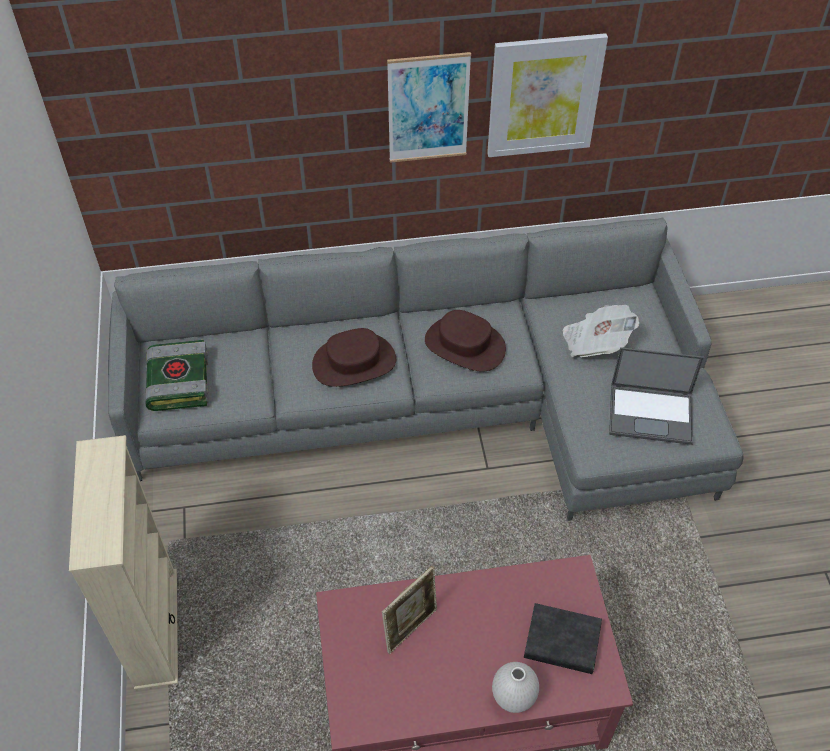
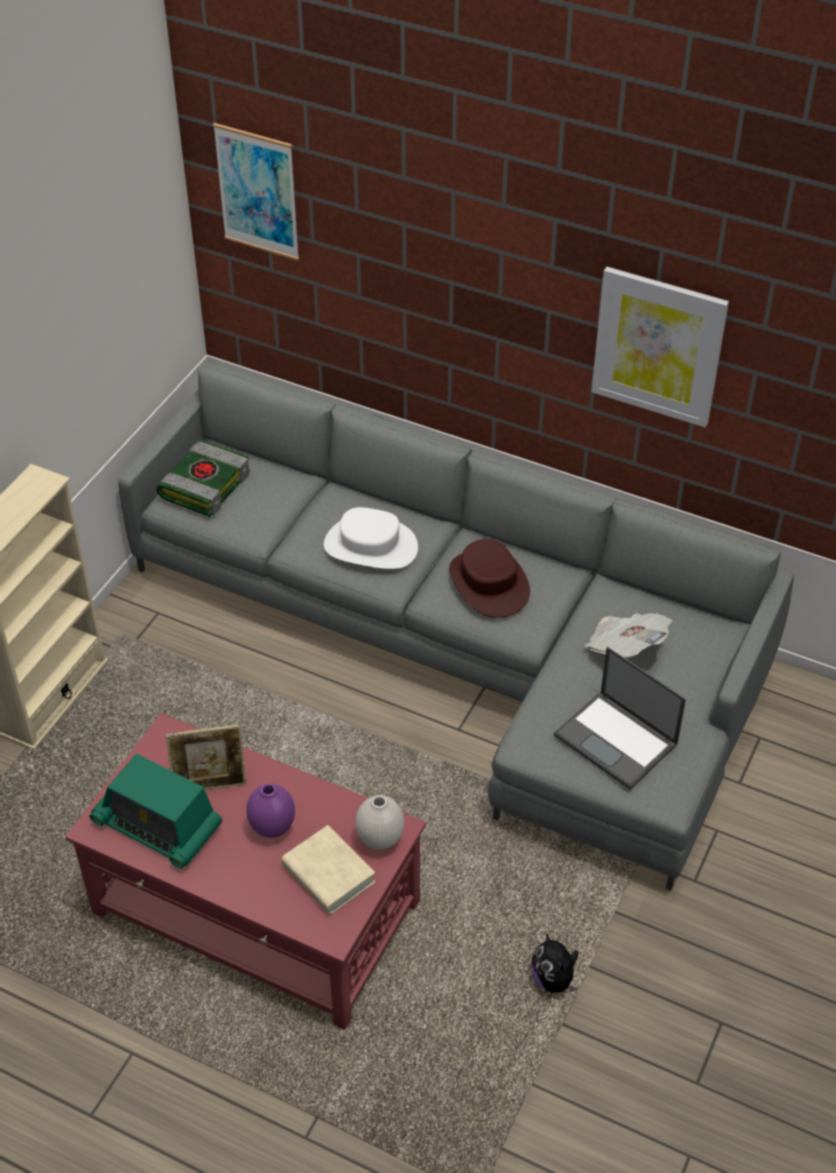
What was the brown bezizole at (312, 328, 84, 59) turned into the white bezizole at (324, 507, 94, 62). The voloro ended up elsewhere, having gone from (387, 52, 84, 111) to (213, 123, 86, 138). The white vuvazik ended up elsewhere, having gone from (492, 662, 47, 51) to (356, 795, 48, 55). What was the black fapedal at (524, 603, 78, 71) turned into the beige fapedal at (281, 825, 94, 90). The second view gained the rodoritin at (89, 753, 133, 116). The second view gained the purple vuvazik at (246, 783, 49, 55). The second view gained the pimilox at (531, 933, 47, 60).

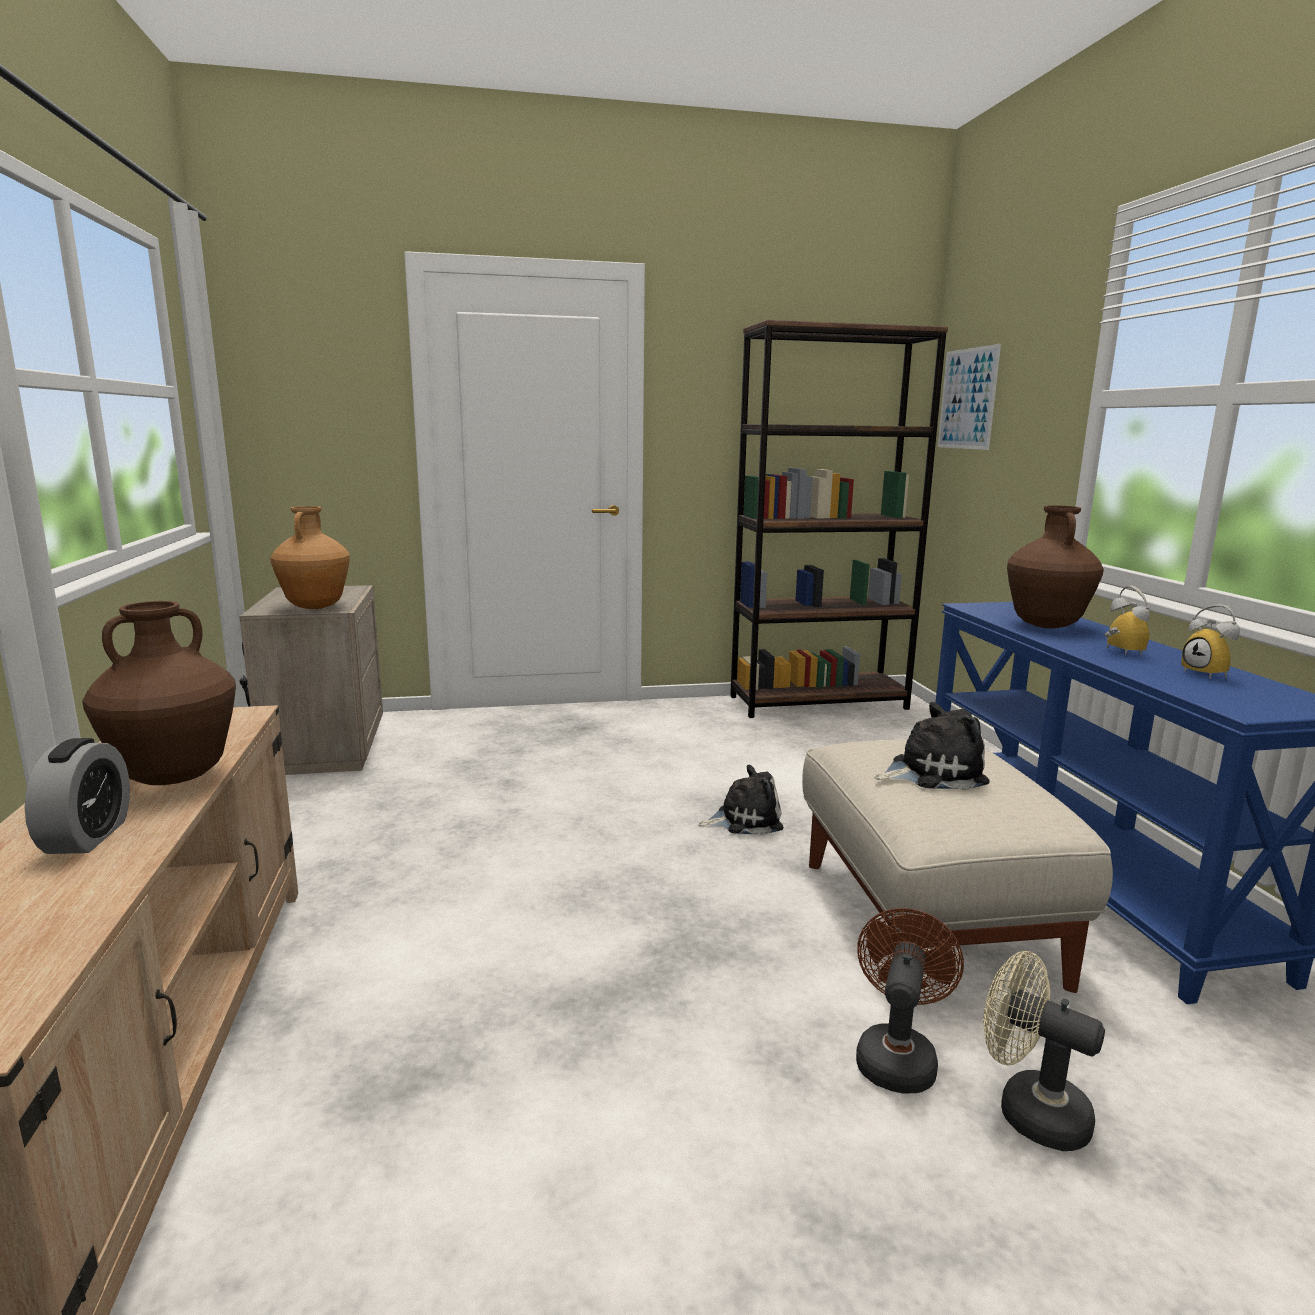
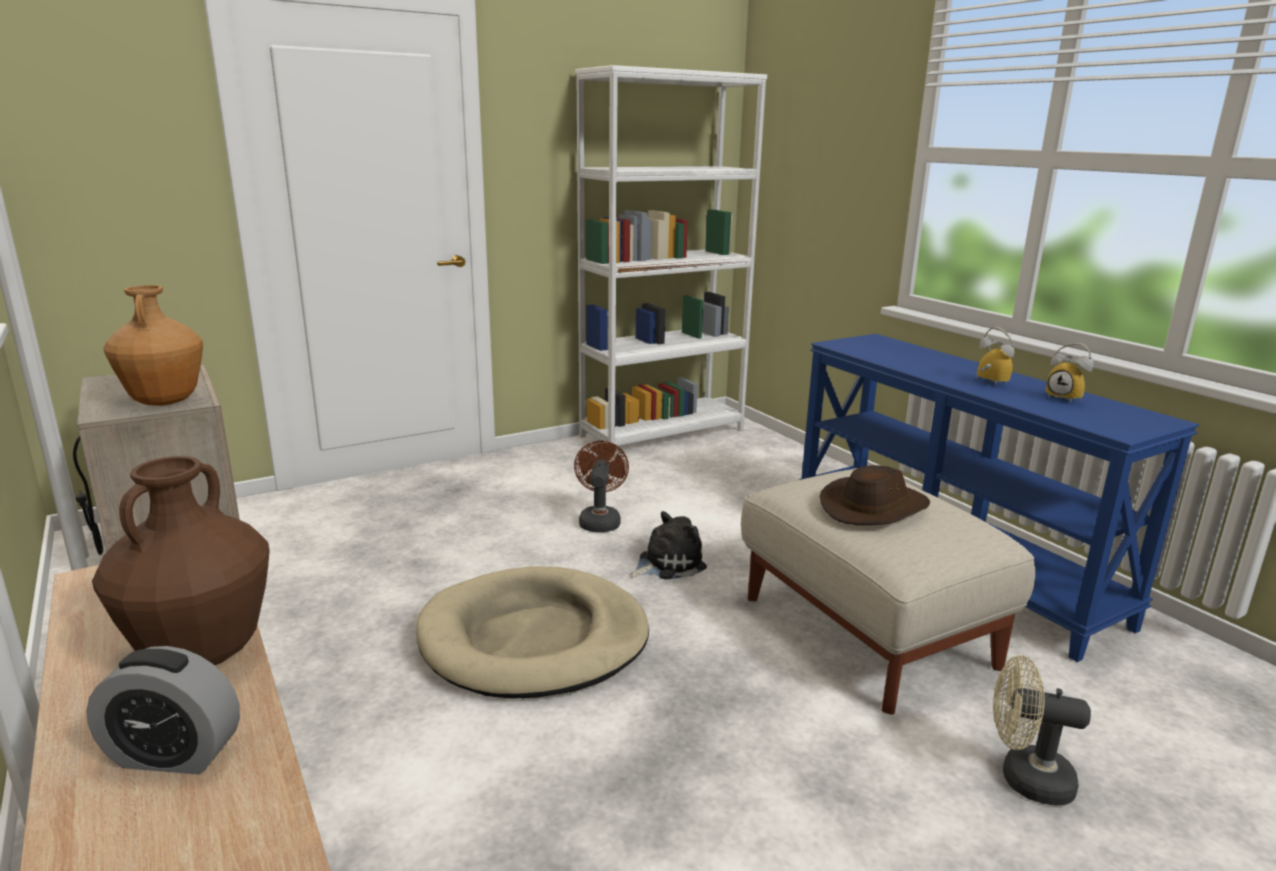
The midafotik at (25, 738, 105, 116) ended up facing another way, 120 degrees clockwise from before. What was the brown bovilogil at (730, 320, 218, 398) turned into the white bovilogil at (575, 65, 192, 392). The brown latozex ended up elsewhere, having gone from (856, 908, 108, 186) to (574, 441, 55, 91). Where the pimilox stood at (874, 702, 115, 88), the brown bezizole came to stand at (820, 465, 110, 60). The second view lost the voloro at (938, 344, 63, 106). The second view lost the brown vuvazik at (1007, 505, 97, 123). The second view gained the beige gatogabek at (416, 566, 233, 133).

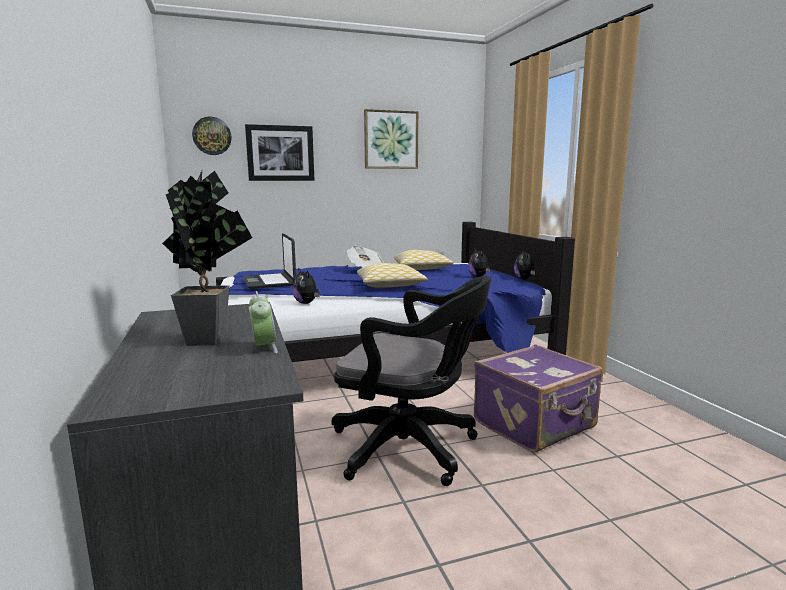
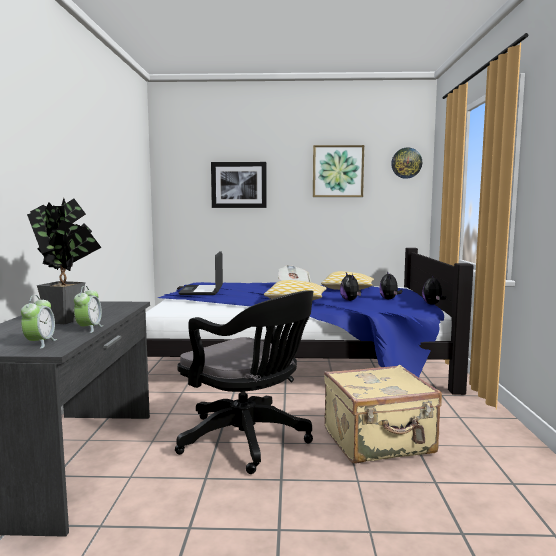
The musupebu ended up elsewhere, having gone from (192, 116, 39, 39) to (391, 148, 31, 31). The pimilox ended up elsewhere, having gone from (292, 268, 28, 36) to (340, 273, 21, 28). What was the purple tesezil at (474, 344, 129, 108) turned into the beige tesezil at (324, 365, 118, 99). The second view gained the midafotik at (21, 295, 36, 54).

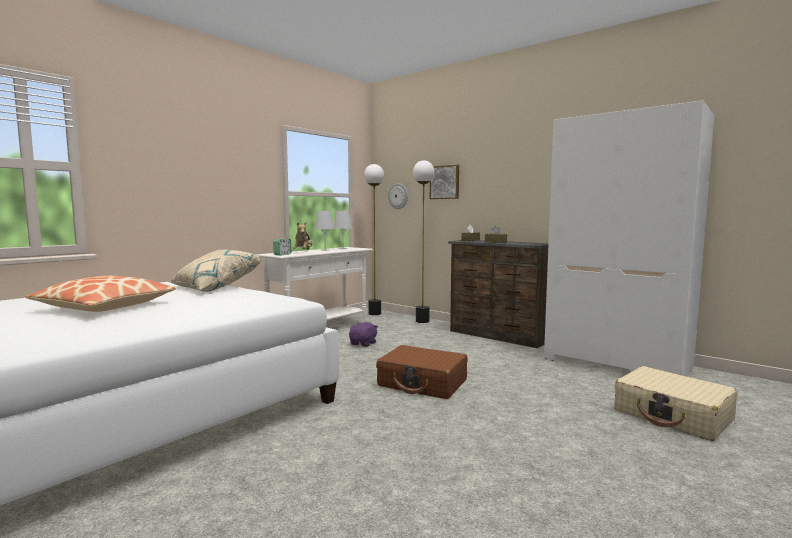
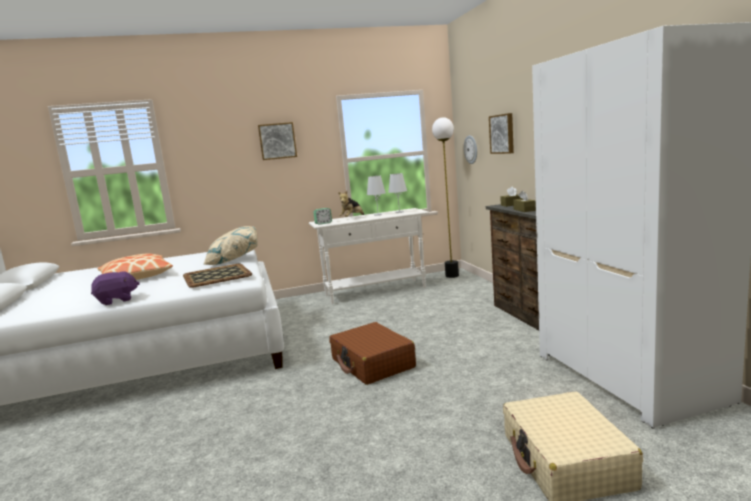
The purple pimilox ended up elsewhere, having gone from (349, 322, 29, 25) to (91, 271, 49, 34). The second view lost the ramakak at (413, 160, 21, 163). The second view gained the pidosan at (183, 264, 69, 24). The second view gained the voloro at (258, 122, 39, 38).

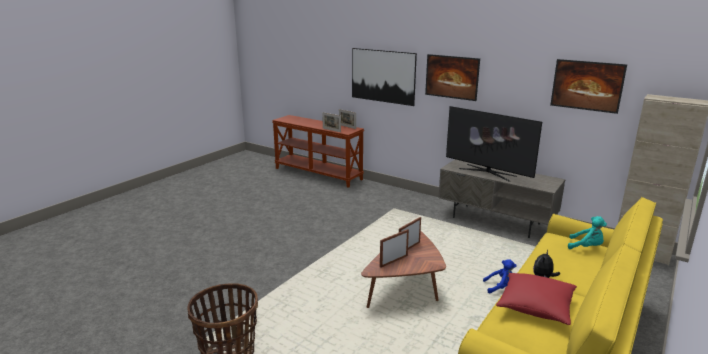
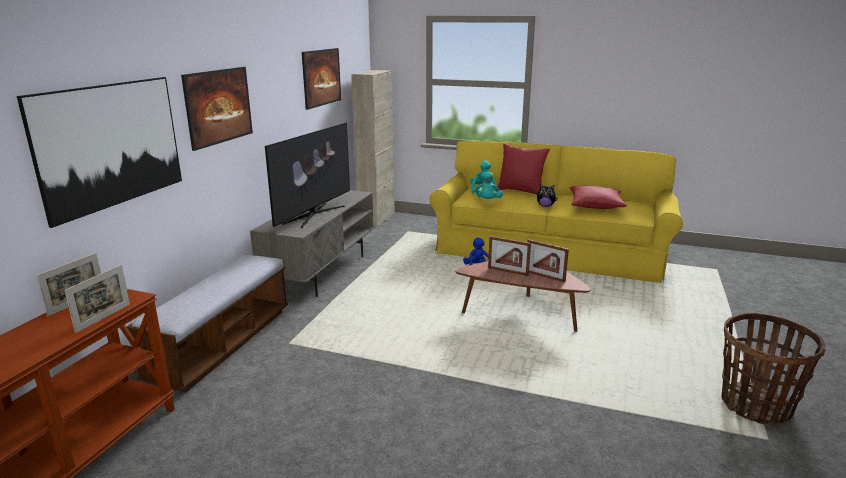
The second view gained the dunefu at (127, 255, 161, 138). The second view gained the turquoise pimilox at (475, 172, 28, 27). The second view gained the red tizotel at (498, 144, 52, 50).

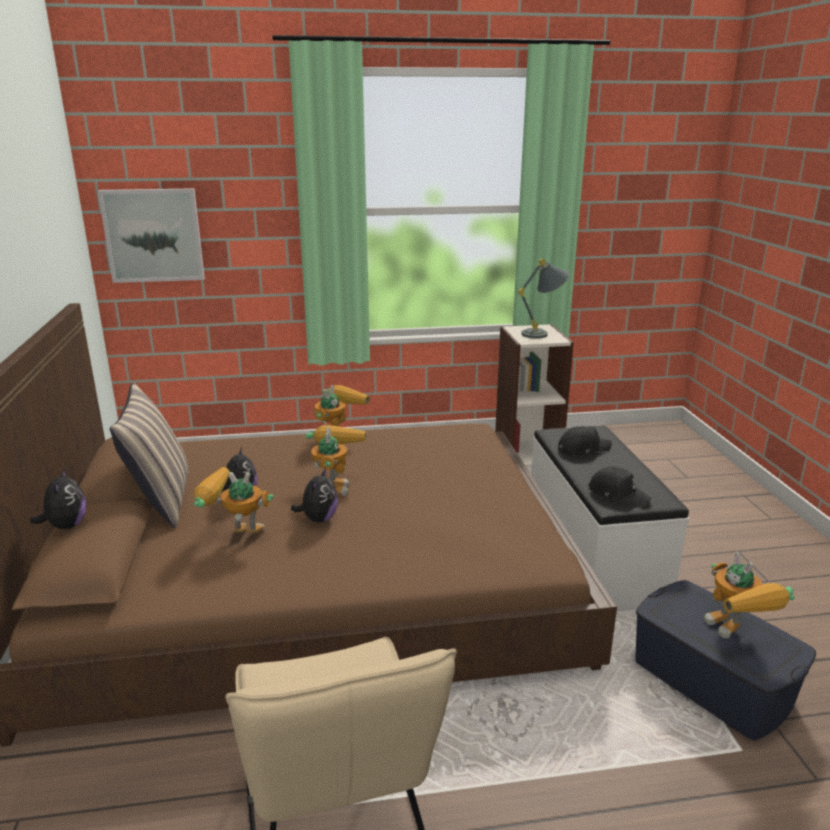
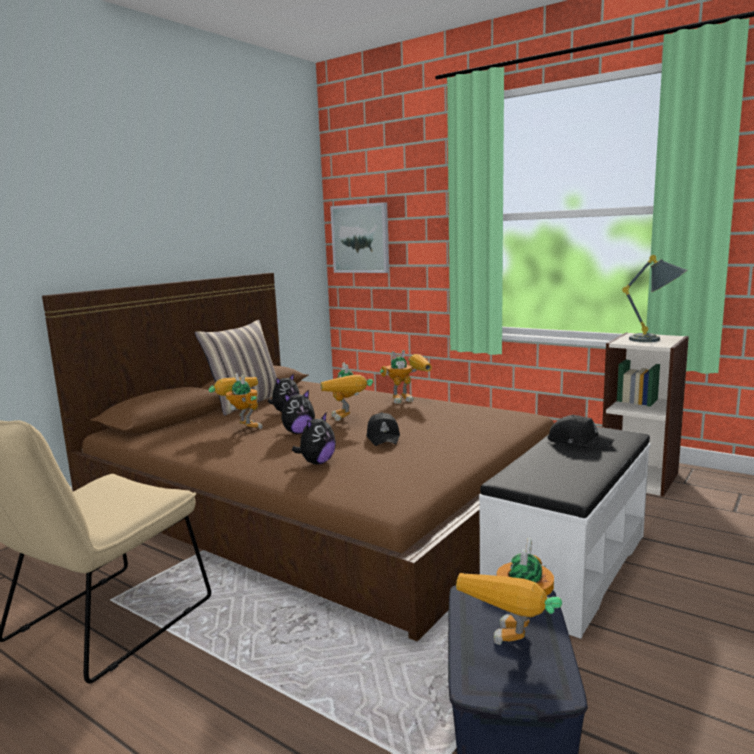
The pimilox ended up elsewhere, having gone from (30, 467, 56, 62) to (292, 413, 44, 52). The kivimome at (306, 425, 60, 71) ended up facing another way, 120 degrees clockwise from before. The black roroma ended up elsewhere, having gone from (588, 466, 64, 41) to (367, 412, 33, 34).

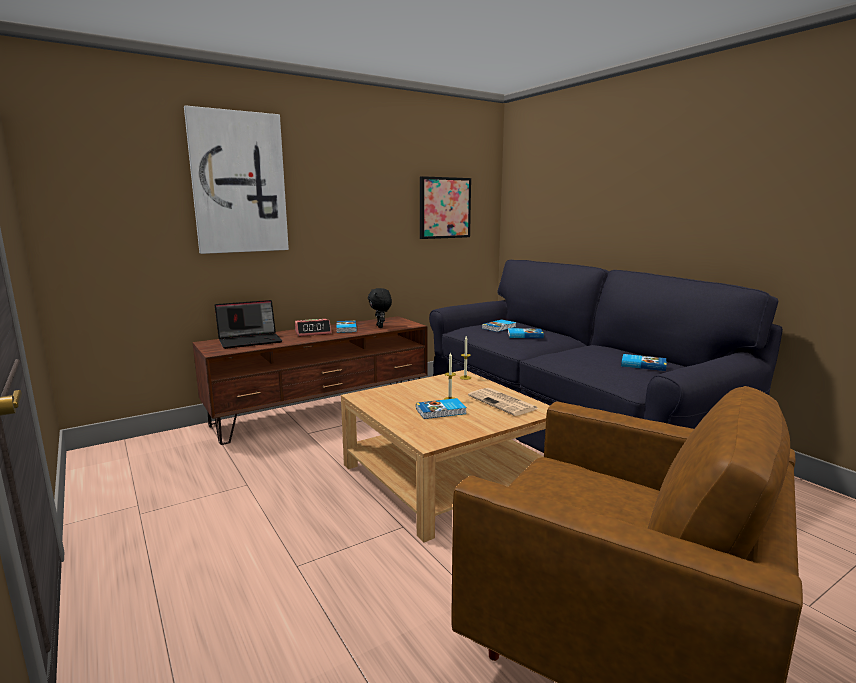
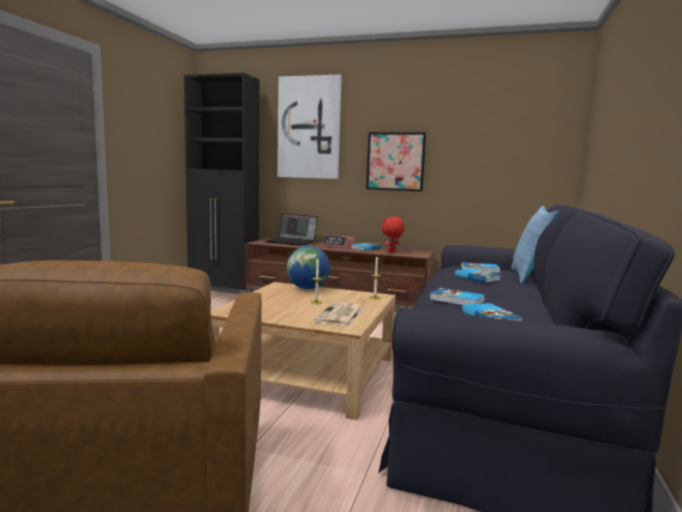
What was the black pimilox at (368, 288, 24, 40) turned into the red pimilox at (381, 217, 24, 36). The fapedal ended up elsewhere, having gone from (416, 398, 51, 21) to (430, 288, 55, 17). The voloro ended up elsewhere, having gone from (420, 176, 51, 63) to (366, 132, 60, 60). The second view gained the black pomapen at (184, 73, 75, 220). The second view gained the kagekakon at (287, 246, 43, 44). The second view gained the tizotel at (511, 206, 48, 78).

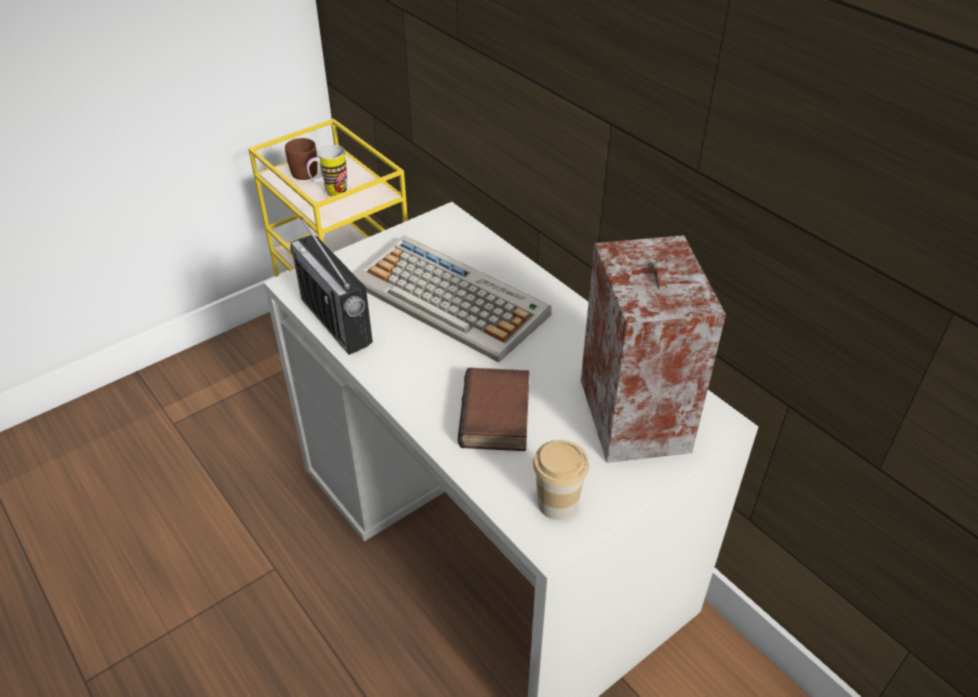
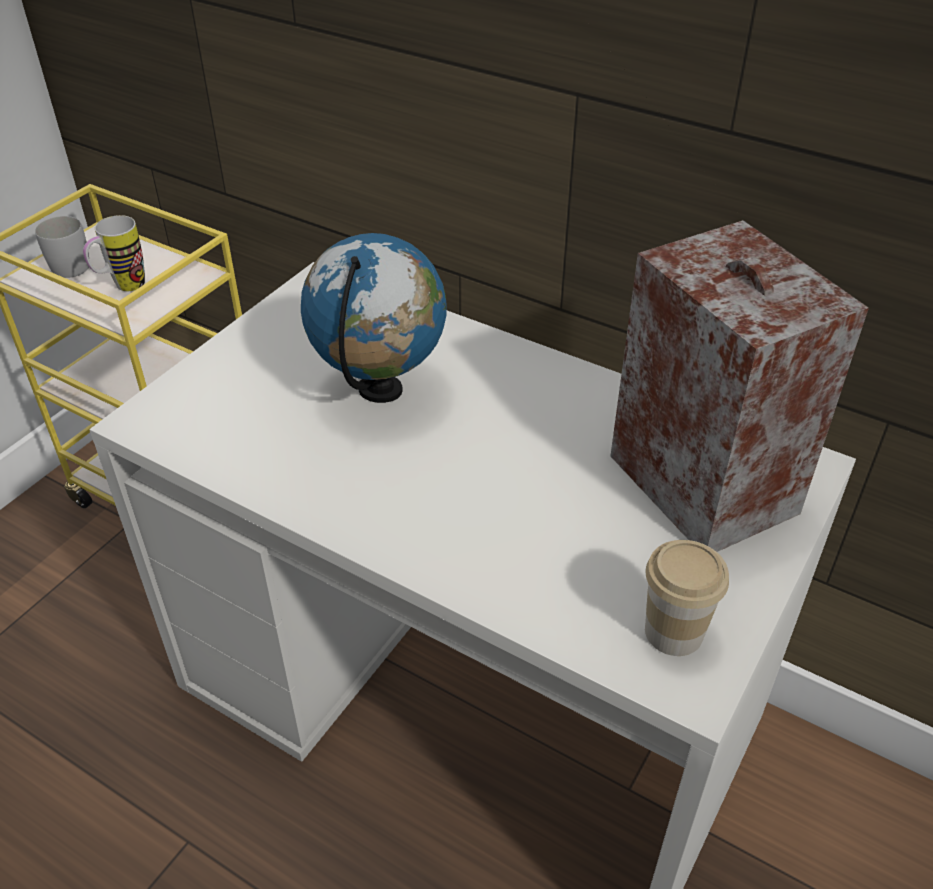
What was the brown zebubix at (285, 138, 32, 42) turned into the white zebubix at (35, 216, 54, 62). The second view lost the rodoritin at (290, 217, 83, 138). Where the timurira stood at (354, 235, 197, 128), the kagekakon came to stand at (301, 233, 145, 170). The second view lost the fapedal at (458, 368, 72, 83).

